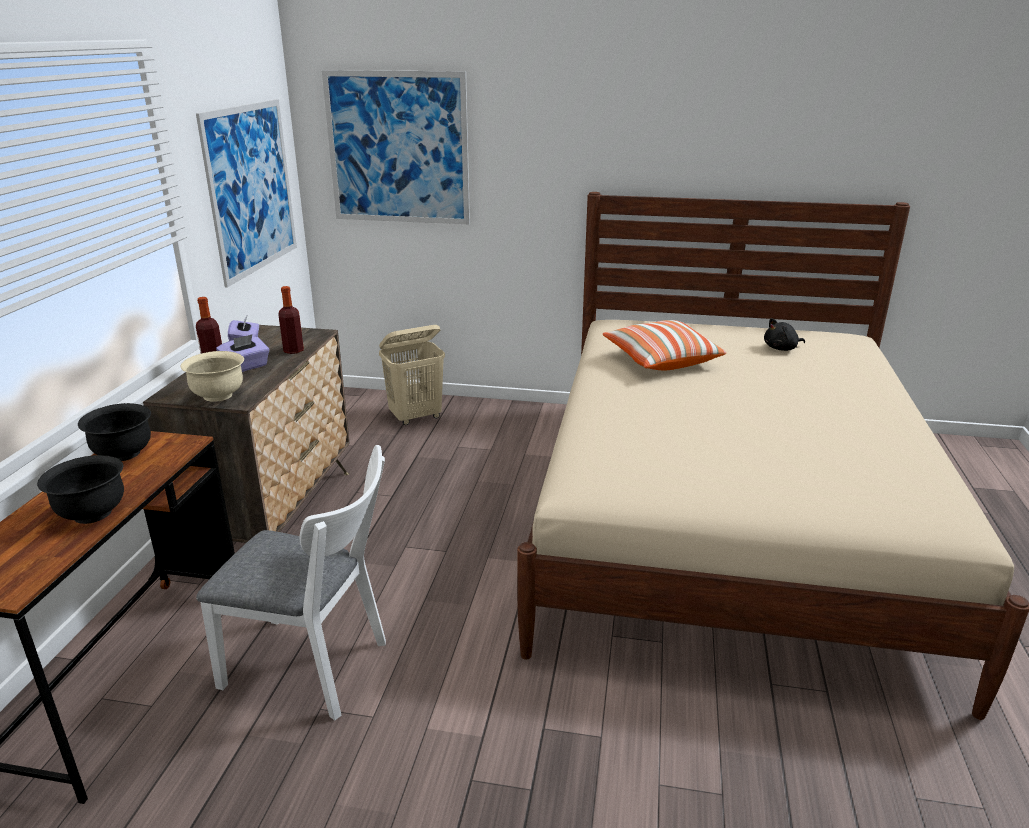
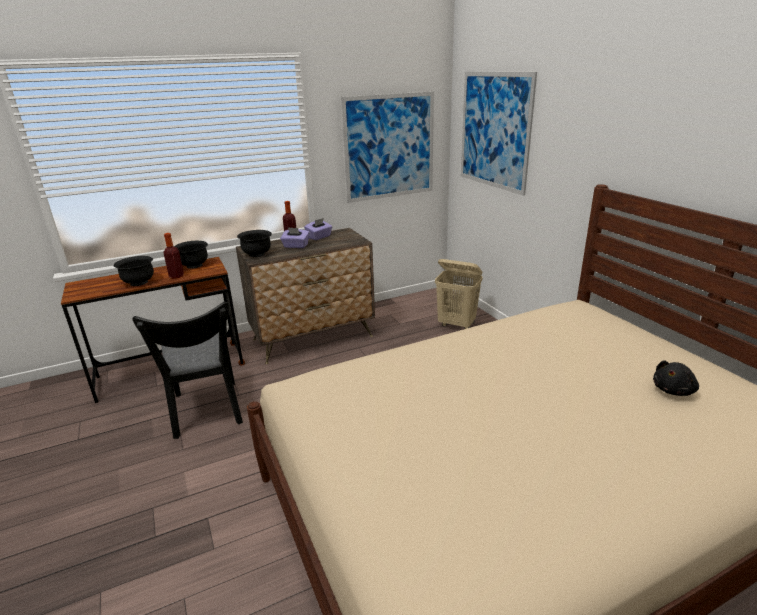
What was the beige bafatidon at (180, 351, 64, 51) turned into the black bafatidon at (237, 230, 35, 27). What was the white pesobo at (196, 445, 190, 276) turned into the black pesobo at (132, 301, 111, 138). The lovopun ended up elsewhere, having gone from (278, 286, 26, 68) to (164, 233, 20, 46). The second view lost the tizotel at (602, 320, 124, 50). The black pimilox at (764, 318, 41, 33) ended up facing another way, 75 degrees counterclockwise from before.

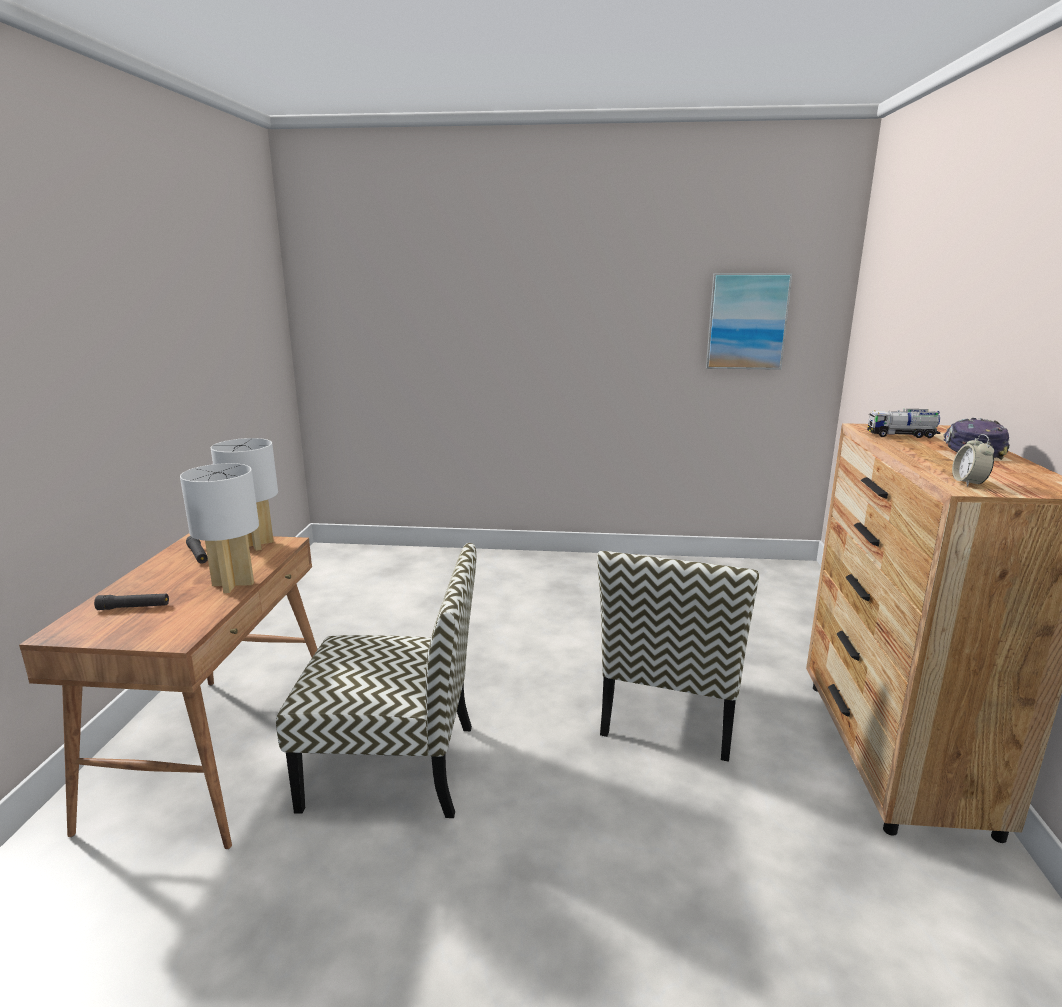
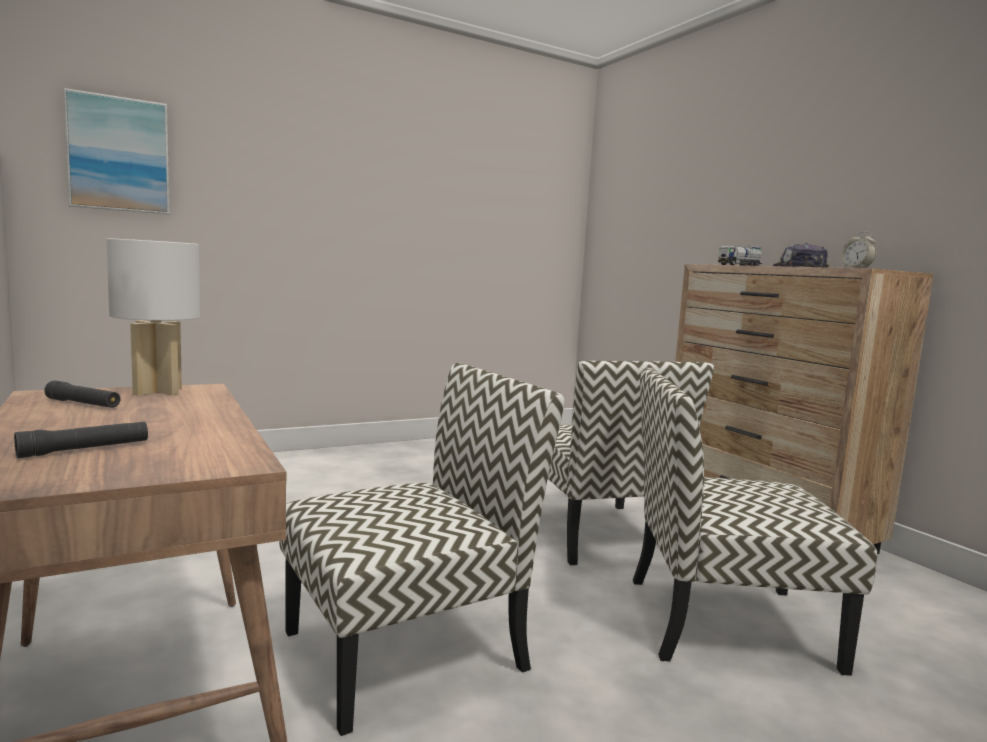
The second view lost the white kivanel at (180, 463, 79, 130). The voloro ended up elsewhere, having gone from (706, 273, 86, 97) to (63, 88, 107, 126). The second view gained the pesobo at (633, 367, 244, 309).

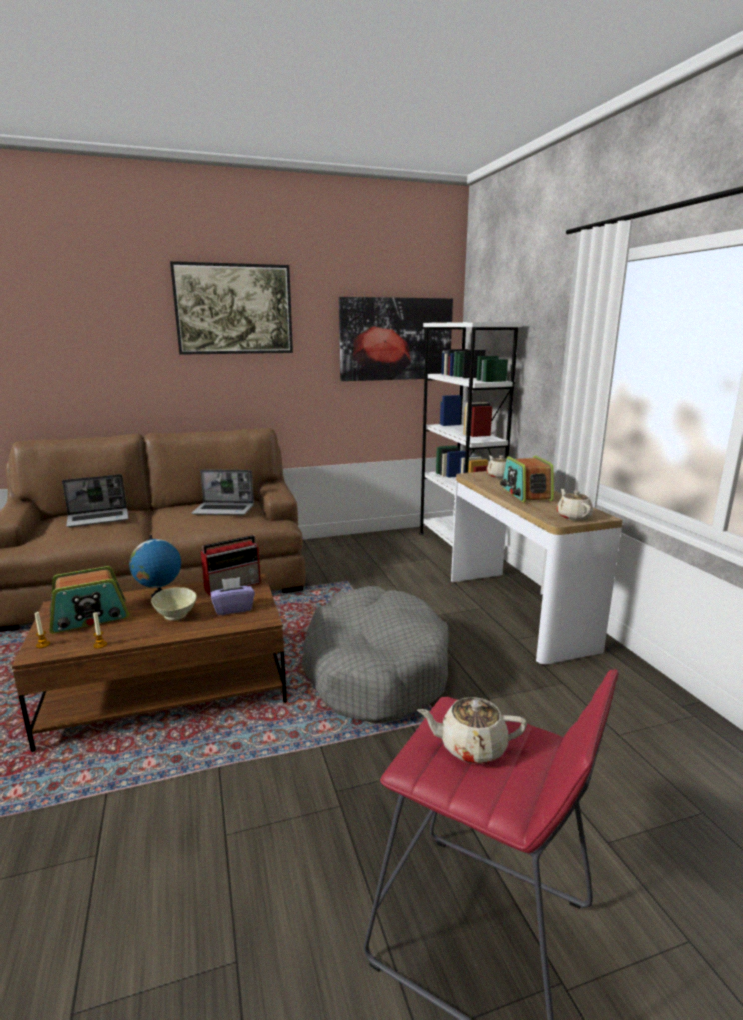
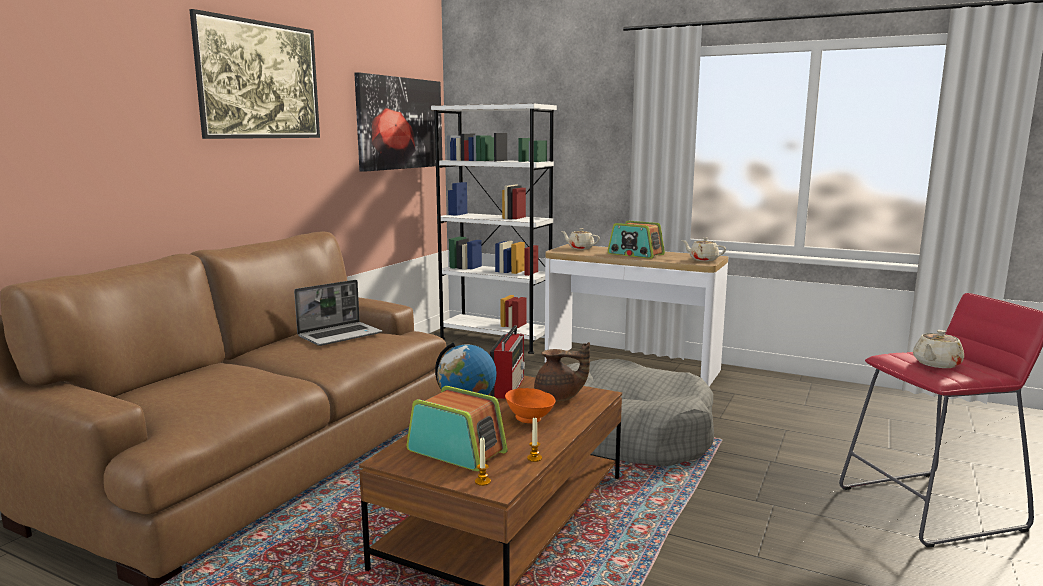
The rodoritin at (49, 566, 80, 68) ended up facing another way, 75 degrees counterclockwise from before. The second view lost the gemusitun at (62, 474, 67, 53). What was the beige bafatidon at (151, 587, 46, 34) turned into the orange bafatidon at (505, 388, 51, 35). Where the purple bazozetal stood at (211, 577, 44, 38), the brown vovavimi came to stand at (534, 342, 56, 59).

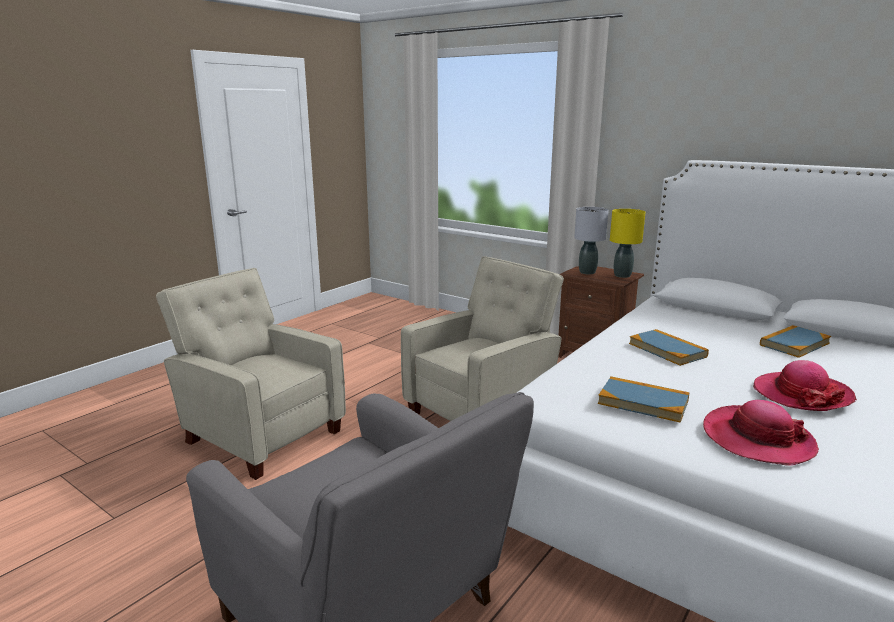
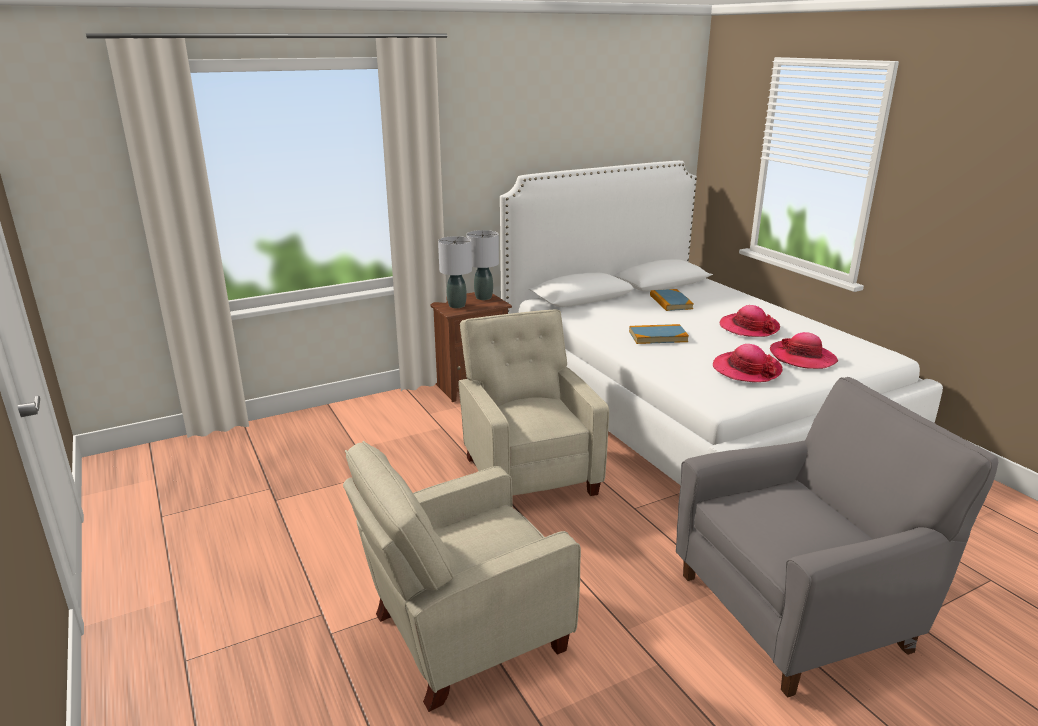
Where the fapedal stood at (598, 376, 92, 47), the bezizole came to stand at (713, 344, 69, 38). What was the yellow kivanel at (610, 209, 36, 69) turned into the grey kivanel at (466, 230, 33, 70).

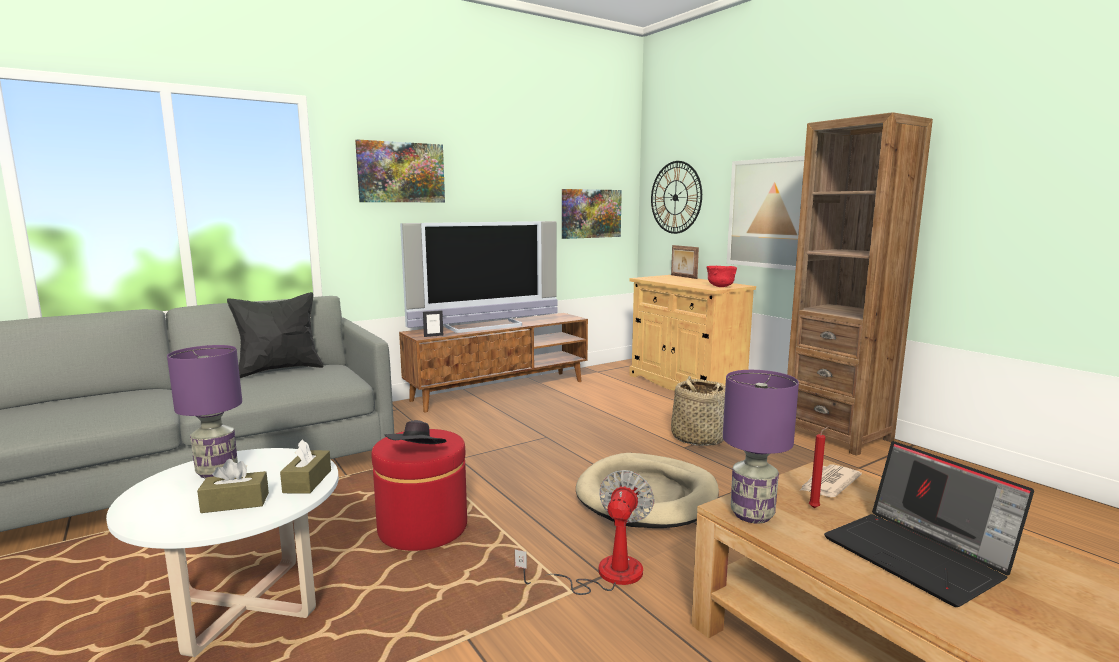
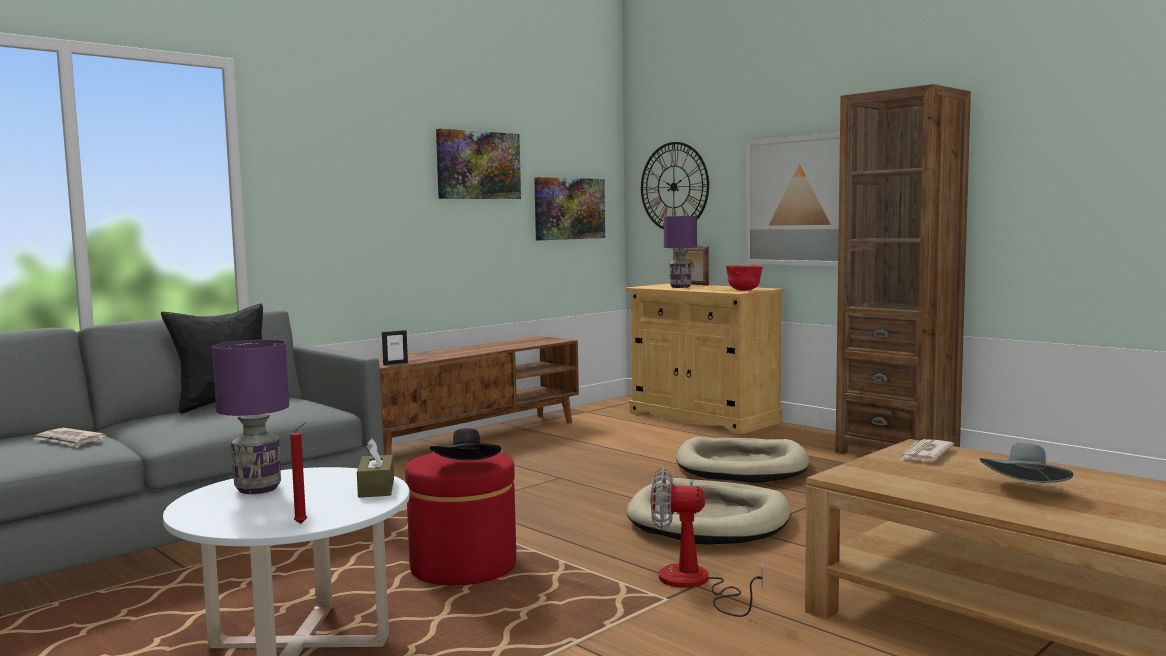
The second view lost the brown bazozetal at (197, 459, 72, 54). The voloro ended up elsewhere, having gone from (355, 139, 90, 63) to (436, 129, 85, 70). The second view lost the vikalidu at (400, 221, 158, 112). The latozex at (515, 470, 139, 125) ended up facing another way, 90 degrees counterclockwise from before. Where the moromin stood at (671, 376, 54, 70), the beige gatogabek came to stand at (676, 437, 133, 46). The purple kivanel ended up elsewhere, having gone from (723, 370, 76, 154) to (664, 216, 33, 72). The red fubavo ended up elsewhere, having gone from (809, 426, 20, 82) to (290, 422, 17, 102). Where the gemusitun stood at (824, 441, 210, 166), the grey bezizole came to stand at (980, 443, 93, 40). The second view gained the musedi at (33, 428, 73, 19).

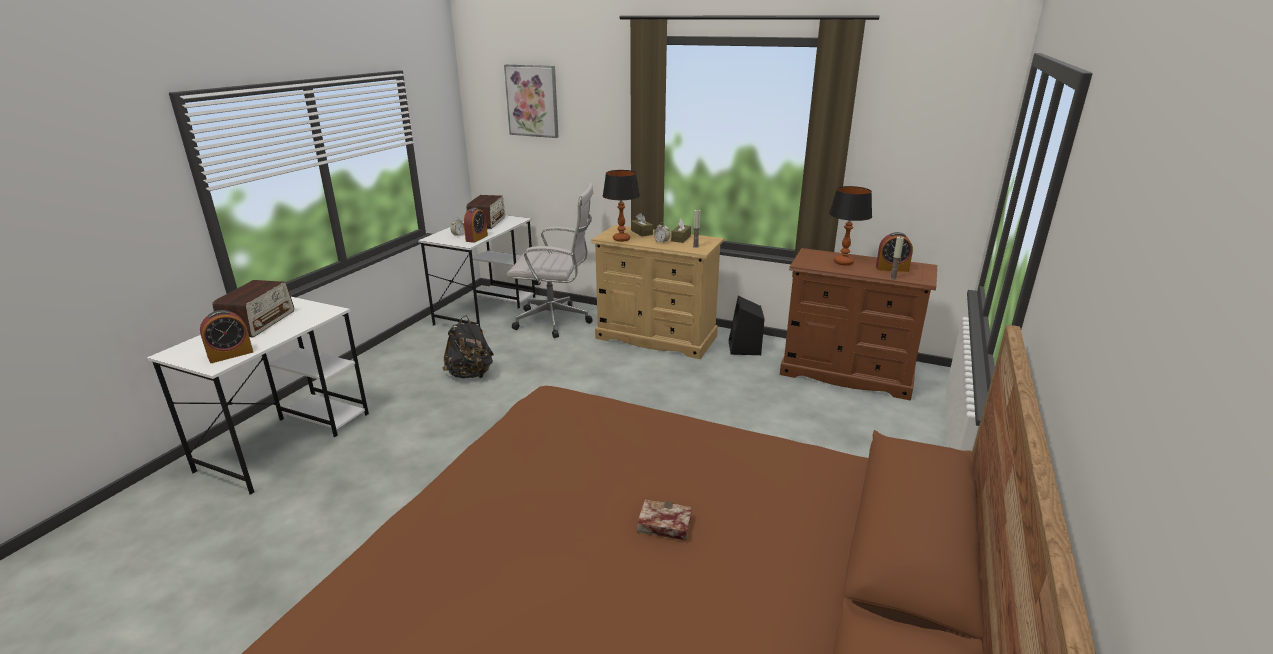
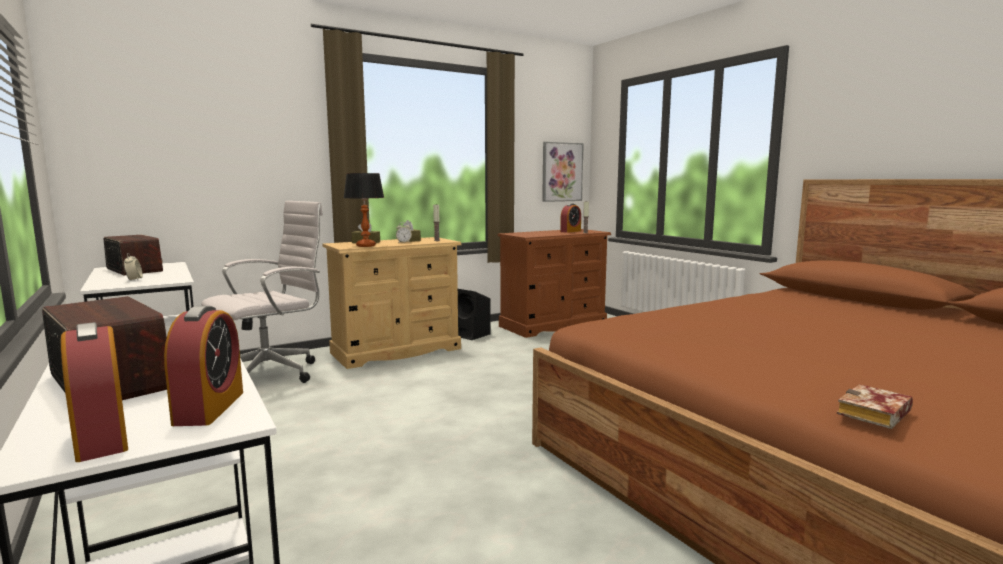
The second view lost the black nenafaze at (443, 315, 51, 63). The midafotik ended up elsewhere, having gone from (464, 208, 24, 35) to (61, 322, 67, 140). The voloro ended up elsewhere, having gone from (504, 65, 54, 73) to (542, 142, 42, 60). The fapedal ended up elsewhere, having gone from (637, 500, 55, 40) to (837, 384, 76, 45). The second view lost the kivanel at (829, 186, 43, 79).

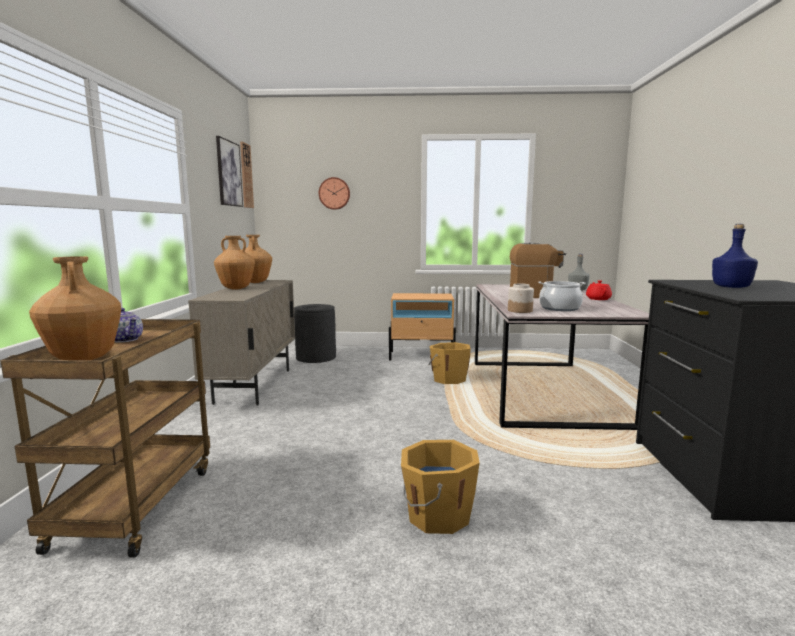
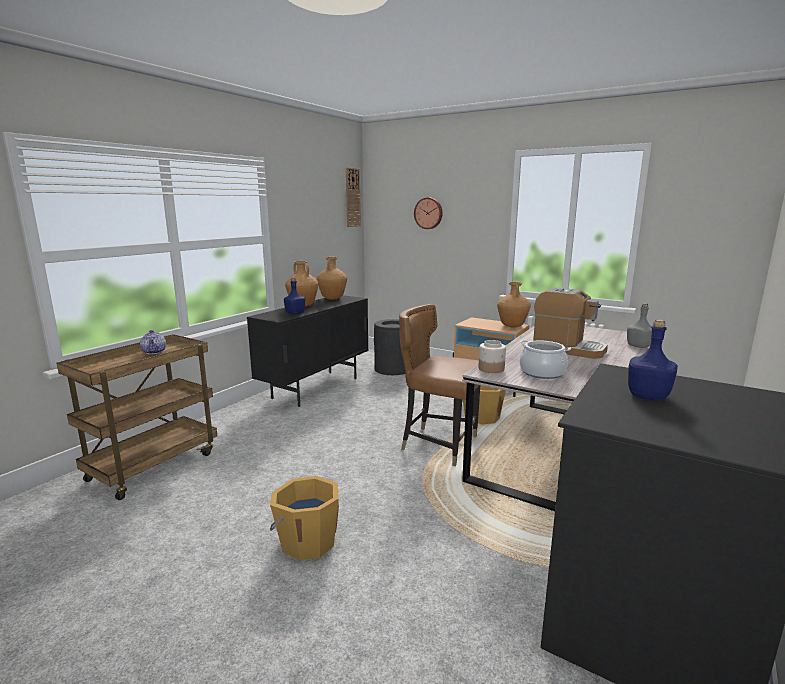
The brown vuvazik ended up elsewhere, having gone from (29, 256, 92, 104) to (497, 282, 34, 45). What was the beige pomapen at (188, 280, 107, 125) turned into the black pomapen at (247, 295, 121, 112). The second view lost the voloro at (216, 136, 27, 71). The second view lost the red vovavimi at (586, 280, 26, 20). The second view gained the blue lovopun at (284, 278, 21, 36). The second view gained the brown pesobo at (399, 304, 81, 162).

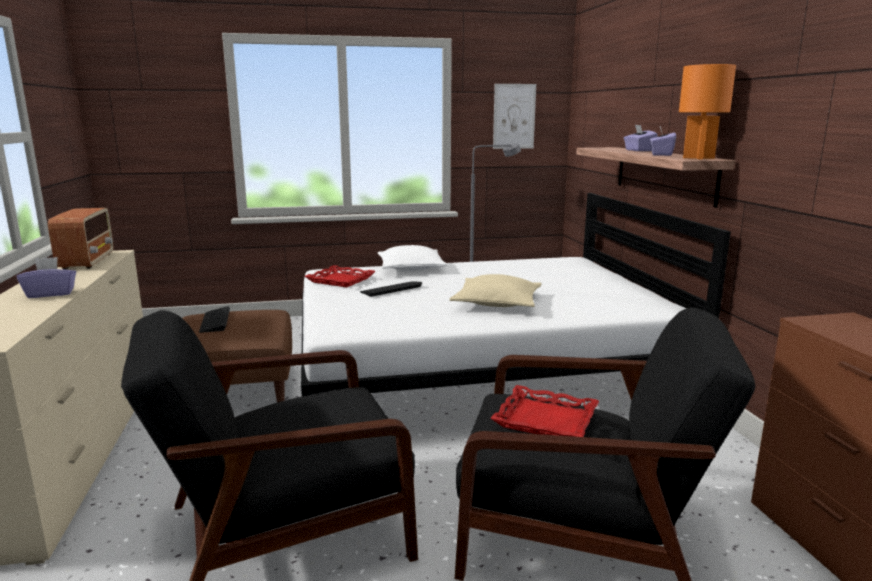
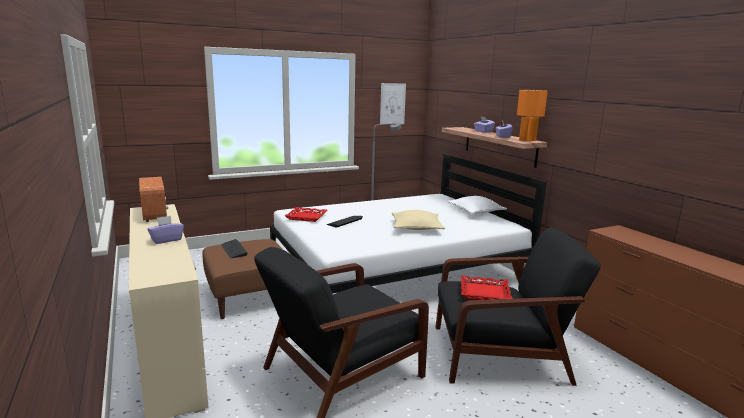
The white tizotel ended up elsewhere, having gone from (378, 245, 70, 26) to (447, 196, 60, 18).

